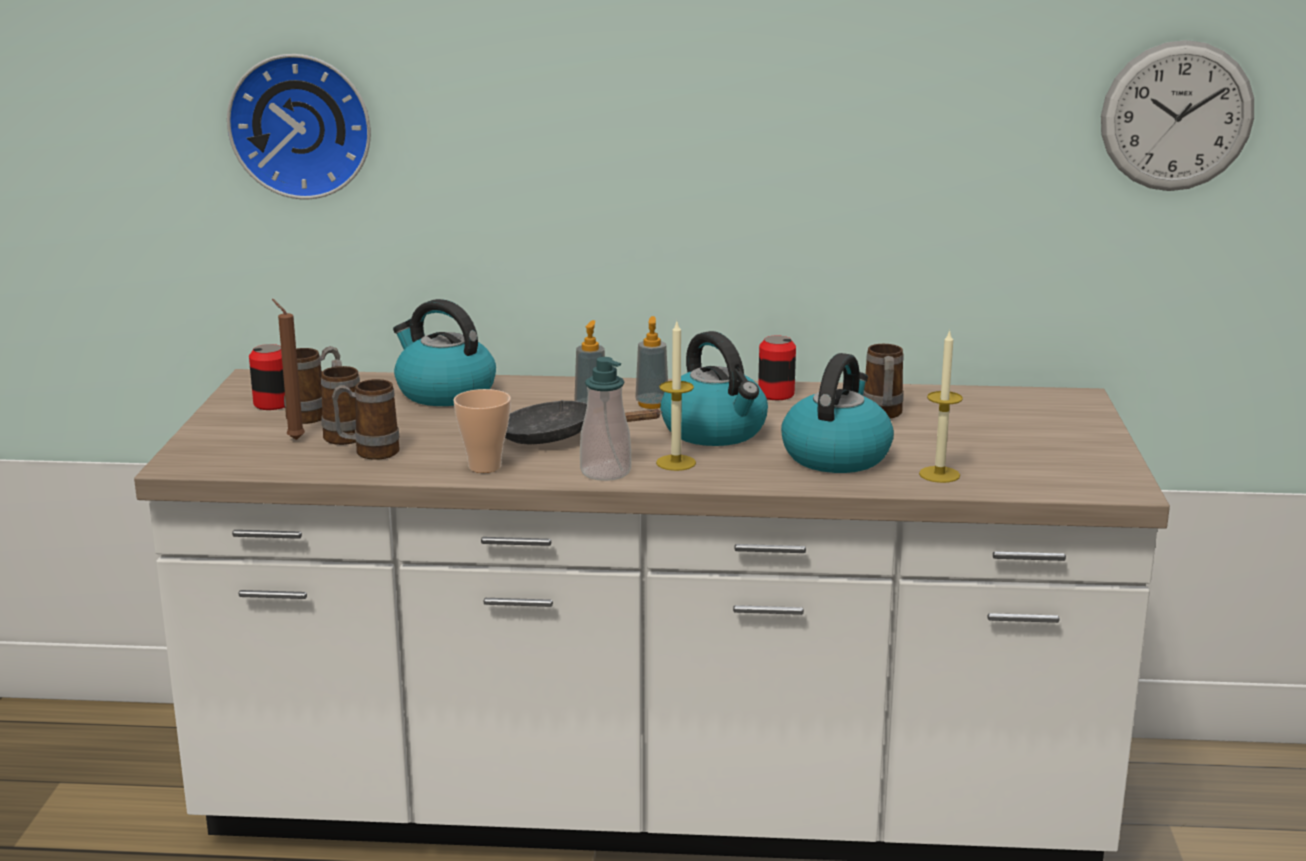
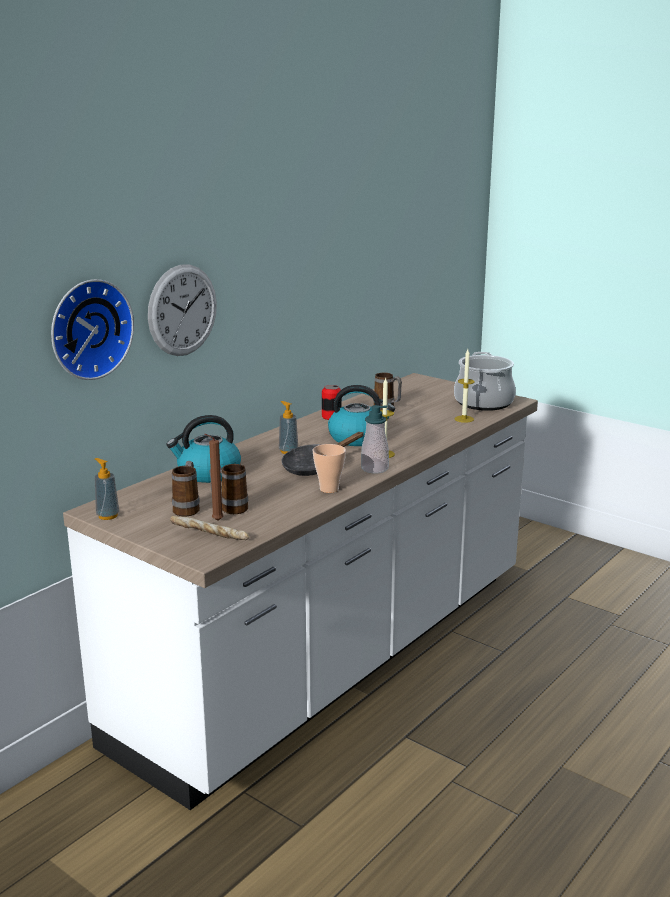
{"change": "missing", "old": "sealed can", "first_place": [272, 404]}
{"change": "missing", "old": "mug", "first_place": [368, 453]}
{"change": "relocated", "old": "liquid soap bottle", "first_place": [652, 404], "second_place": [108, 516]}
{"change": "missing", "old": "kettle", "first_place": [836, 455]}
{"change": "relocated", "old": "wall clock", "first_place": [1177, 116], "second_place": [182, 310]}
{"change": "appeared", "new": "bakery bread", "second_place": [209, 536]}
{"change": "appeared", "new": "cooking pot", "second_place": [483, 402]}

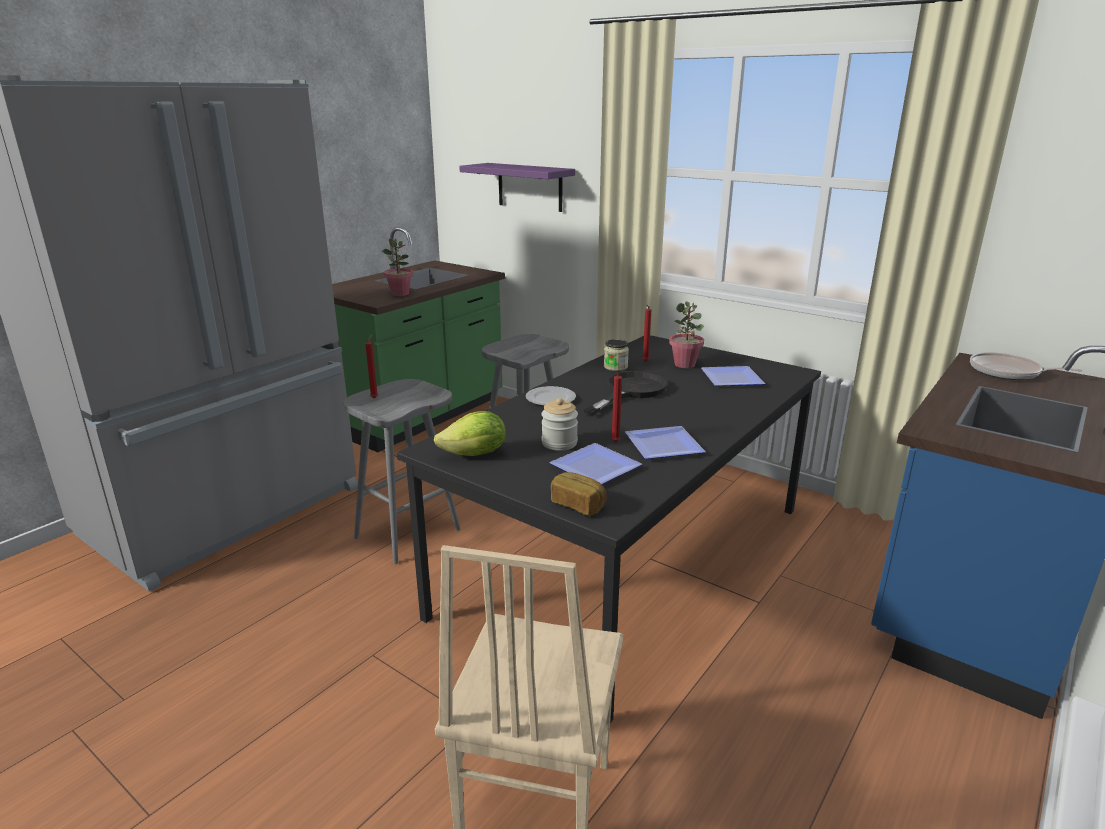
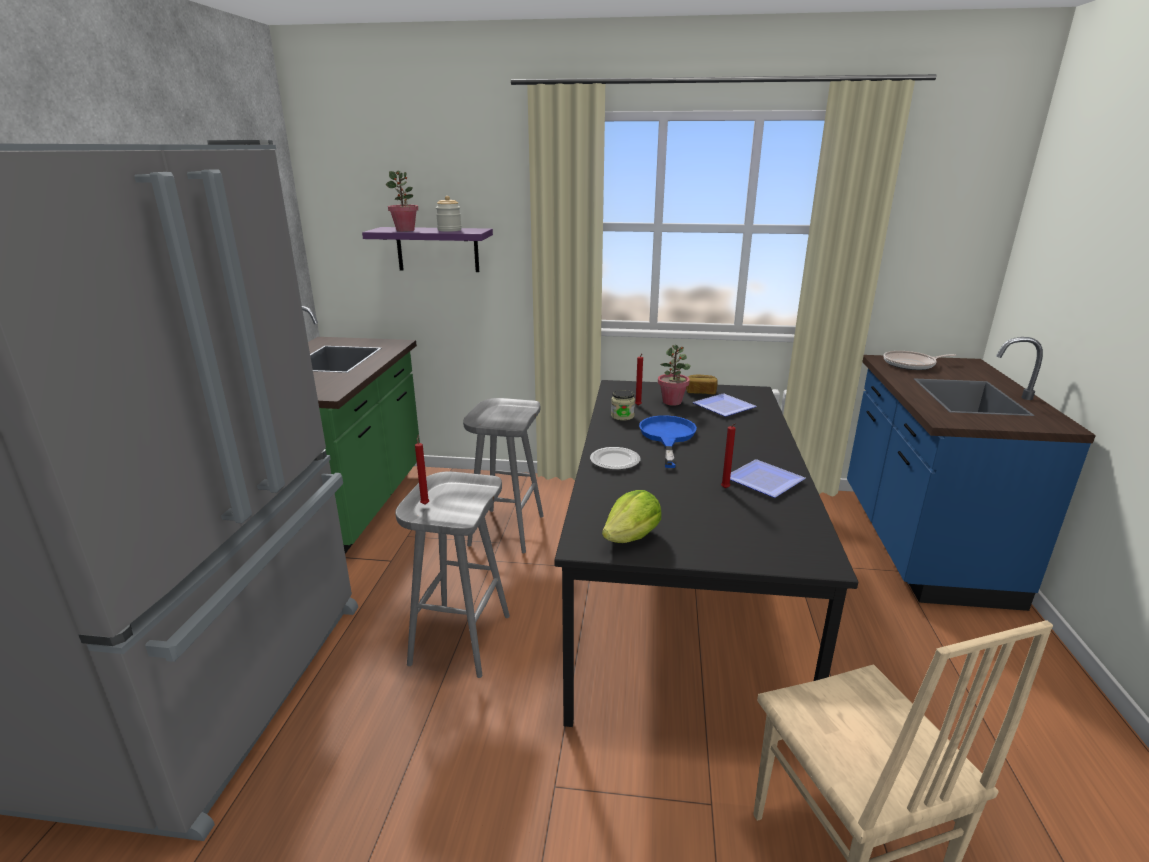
{"change": "relocated", "old": "potted plant", "first_place": [400, 294], "second_place": [405, 230]}
{"change": "relocated", "old": "preserve jar", "first_place": [559, 443], "second_place": [449, 230]}
{"change": "missing", "old": "flat dish", "first_place": [595, 466]}
{"change": "relocated", "old": "bakery bread", "first_place": [578, 505], "second_place": [701, 392]}
{"change": "colour", "old": "black skillet", "new": "blue skillet", "first_place": [630, 391], "second_place": [667, 437]}

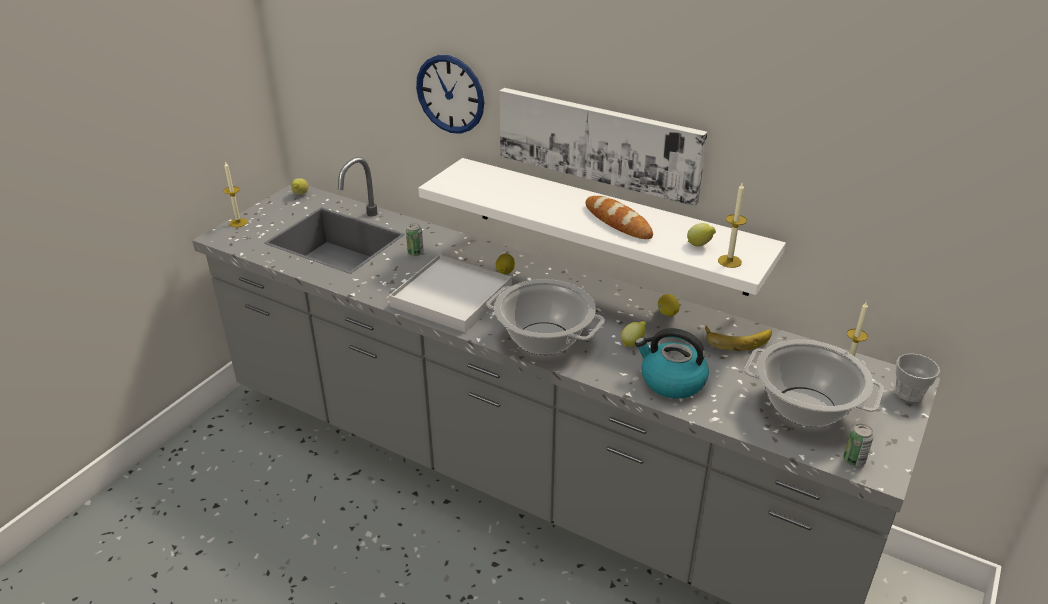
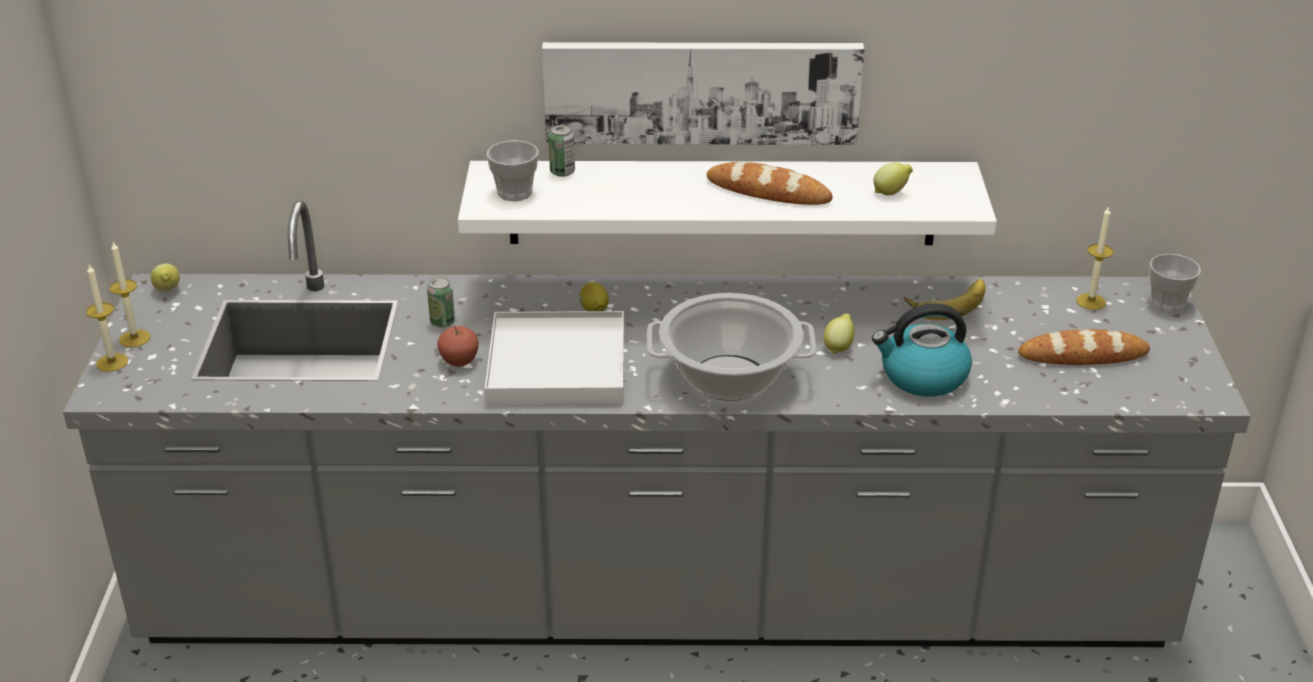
{"change": "missing", "old": "wall clock", "first_place": [450, 94]}
{"change": "missing", "old": "citrus fruit", "first_place": [667, 314]}
{"change": "relocated", "old": "candle", "first_place": [729, 261], "second_place": [134, 338]}
{"change": "exchanged", "old": "cooking pot", "new": "bakery bread", "first_place": [805, 407], "second_place": [1083, 355]}
{"change": "relocated", "old": "sealed can", "first_place": [854, 460], "second_place": [562, 172]}
{"change": "appeared", "new": "whole apple", "second_place": [459, 361]}
{"change": "appeared", "new": "small cup", "second_place": [514, 192]}

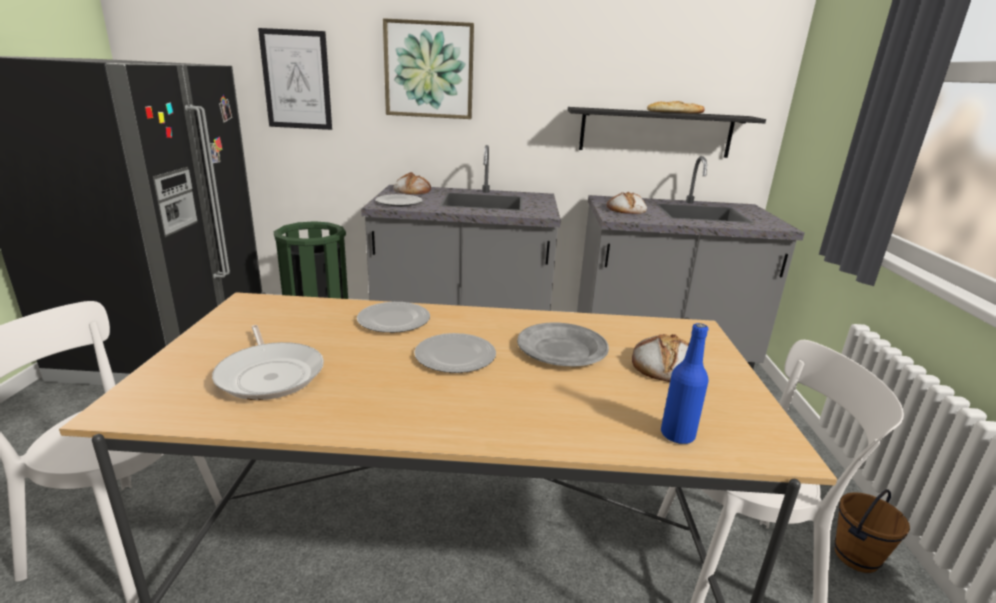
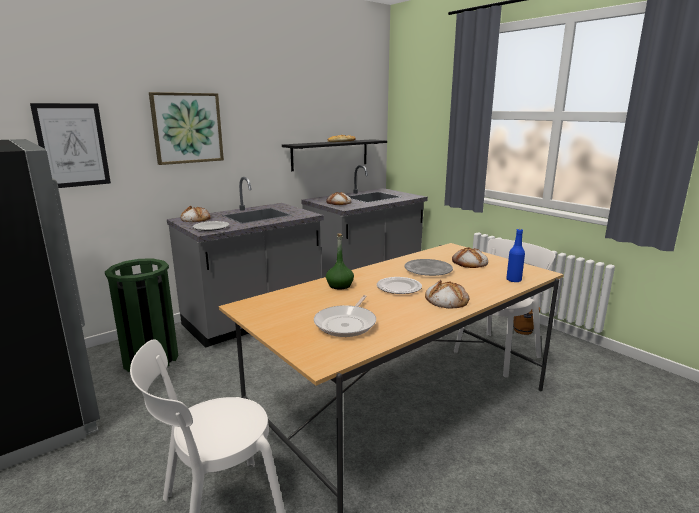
{"change": "spun", "old": "skillet", "first_place": [270, 374], "second_place": [347, 324], "degrees": 90}
{"change": "exchanged", "old": "flat dish", "new": "green bottle", "first_place": [394, 320], "second_place": [340, 285]}
{"change": "appeared", "new": "bakery bread", "second_place": [446, 300]}

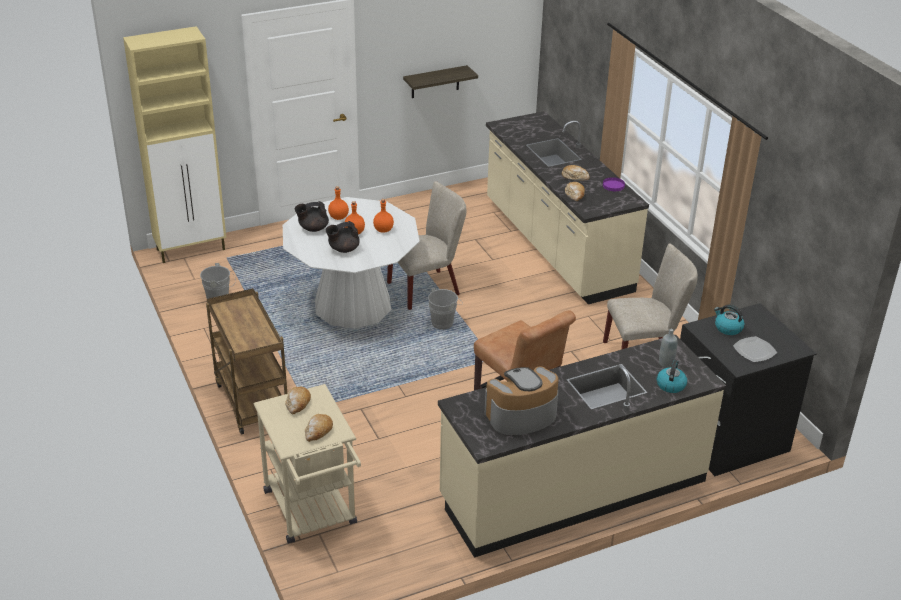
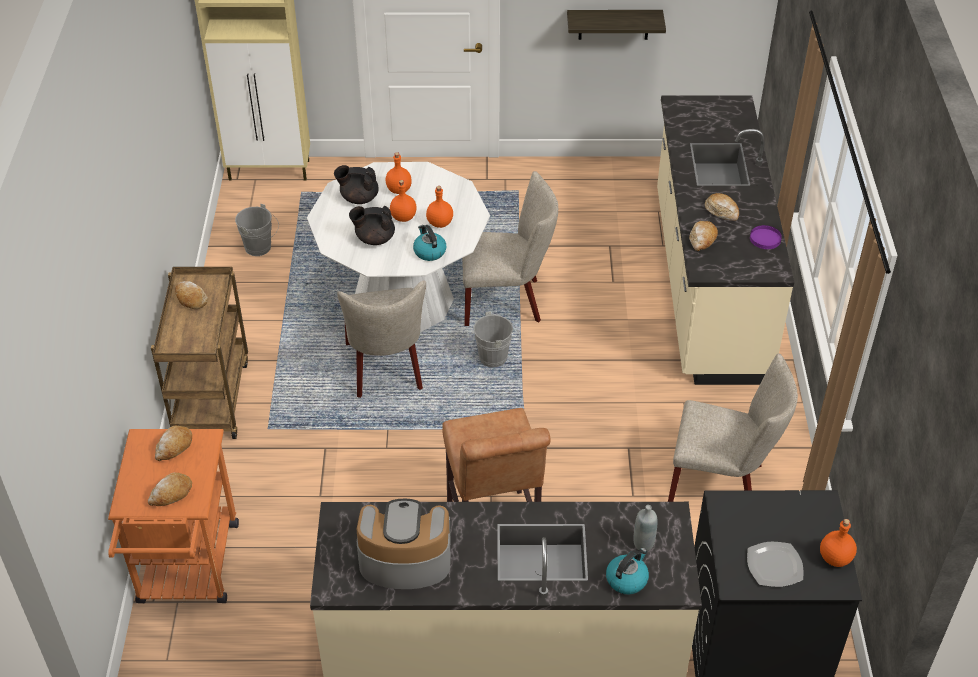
{"change": "colour", "old": "beige wheeled cart", "new": "orange-coloured wheeled cart", "first_place": [313, 513], "second_place": [187, 572]}
{"change": "relocated", "old": "kettle", "first_place": [727, 328], "second_place": [429, 251]}
{"change": "appeared", "new": "bakery bread", "second_place": [191, 299]}
{"change": "appeared", "new": "beige chair", "second_place": [386, 370]}
{"change": "appeared", "new": "orange-coloured bottle", "second_place": [835, 558]}

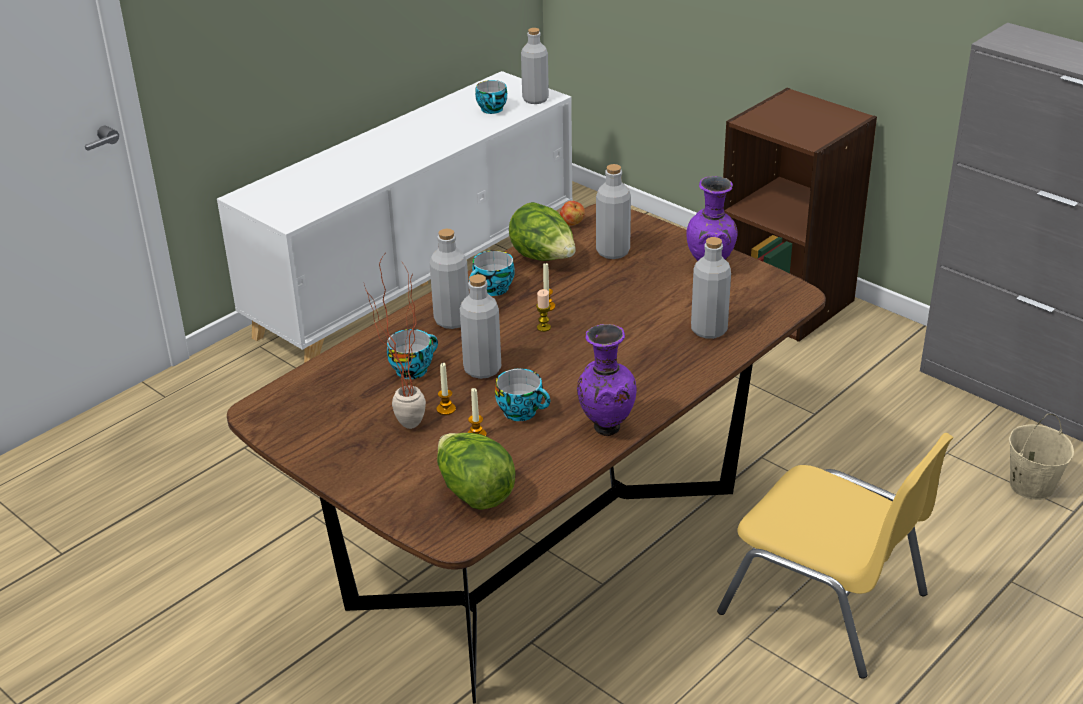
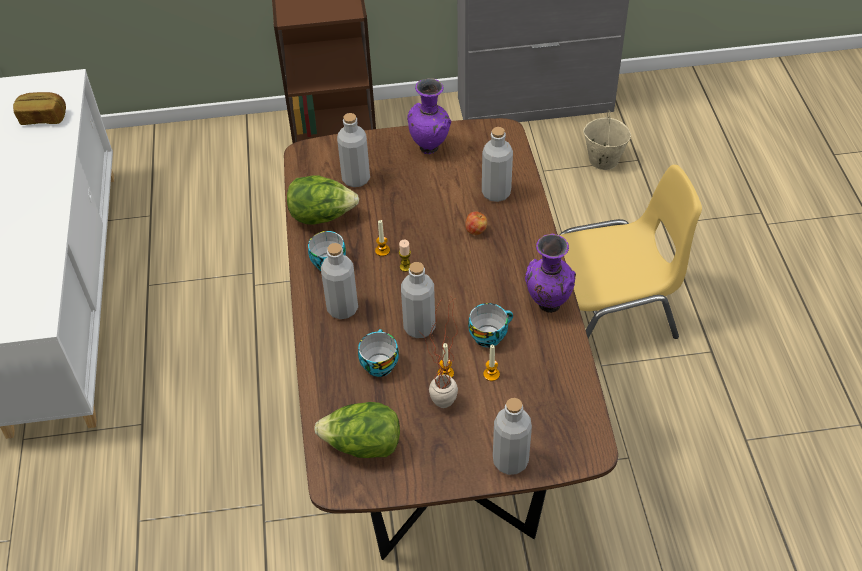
{"change": "relocated", "old": "lettuce", "first_place": [474, 492], "second_place": [362, 445]}
{"change": "exchanged", "old": "small cup", "new": "bakery bread", "first_place": [493, 110], "second_place": [43, 117]}
{"change": "relocated", "old": "greyish bottle", "first_place": [535, 99], "second_place": [510, 461]}
{"change": "relocated", "old": "whole apple", "first_place": [572, 224], "second_place": [476, 230]}

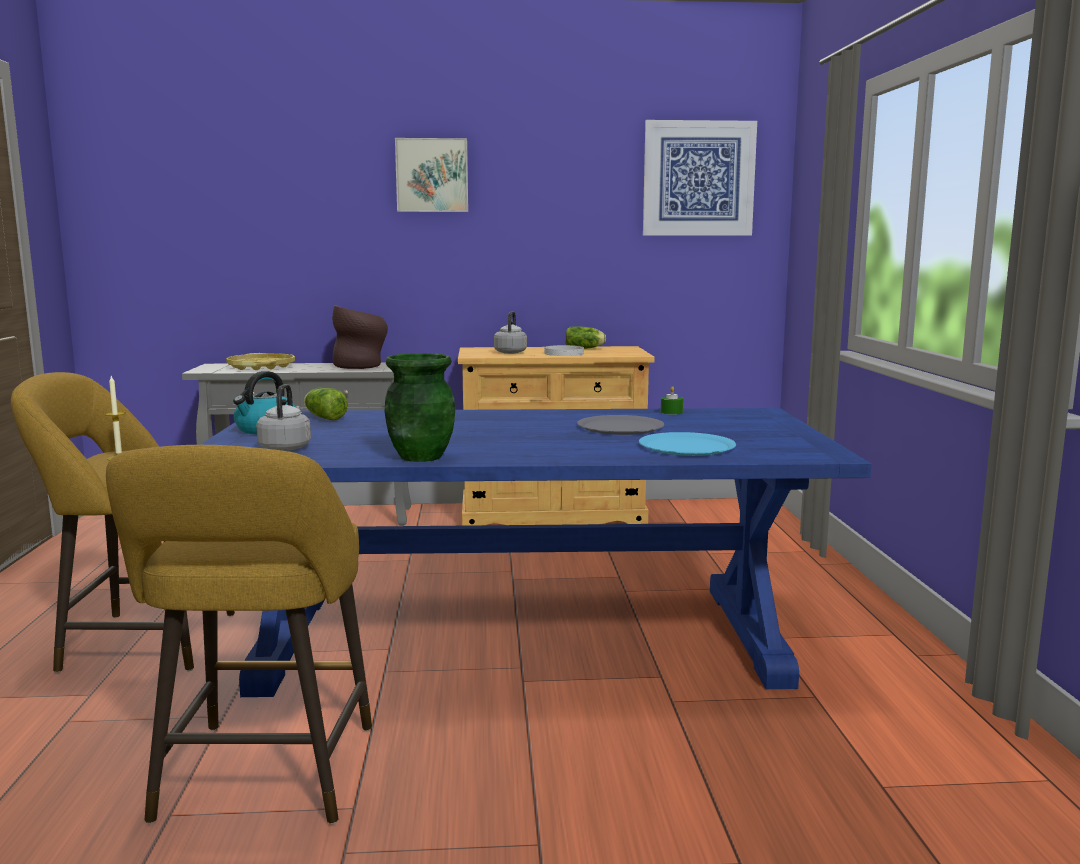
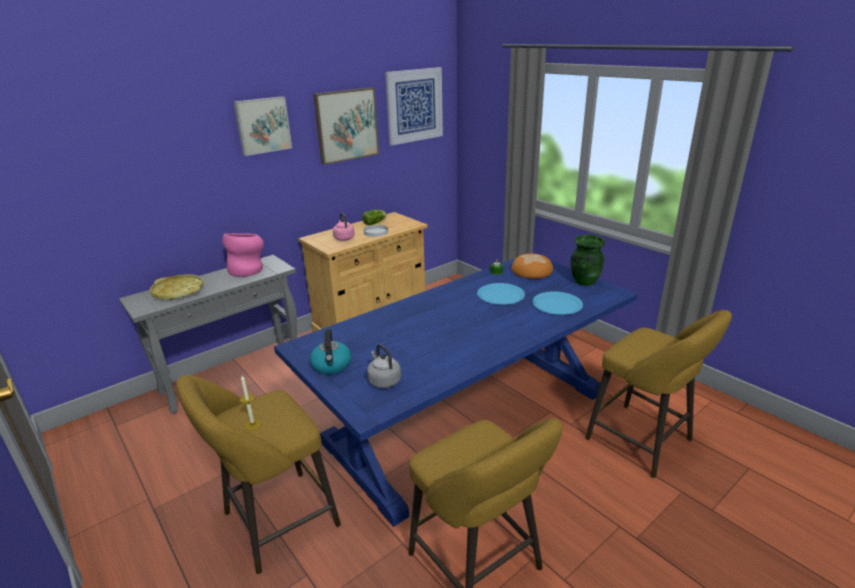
{"change": "missing", "old": "lettuce", "first_place": [324, 417]}
{"change": "colour", "old": "brown-coloured vase", "new": "pink vase", "first_place": [362, 366], "second_place": [248, 270]}
{"change": "relocated", "old": "green vase", "first_place": [421, 457], "second_place": [584, 281]}
{"change": "colour", "old": "greyish kettle", "new": "pink kettle", "first_place": [511, 352], "second_place": [344, 238]}
{"change": "colour", "old": "greyish flat dish", "new": "blue flat dish", "first_place": [620, 427], "second_place": [500, 295]}
{"change": "appeared", "new": "wall art", "second_place": [346, 125]}
{"change": "appeared", "new": "bakery bread", "second_place": [531, 270]}
{"change": "appeared", "new": "yellow stool seat", "second_place": [644, 442]}

